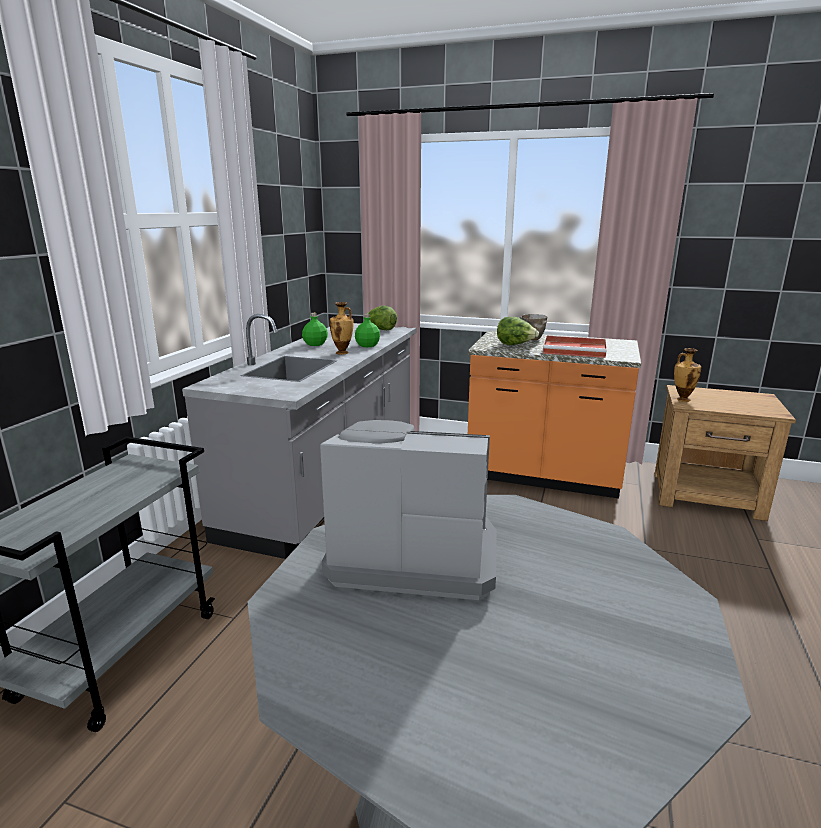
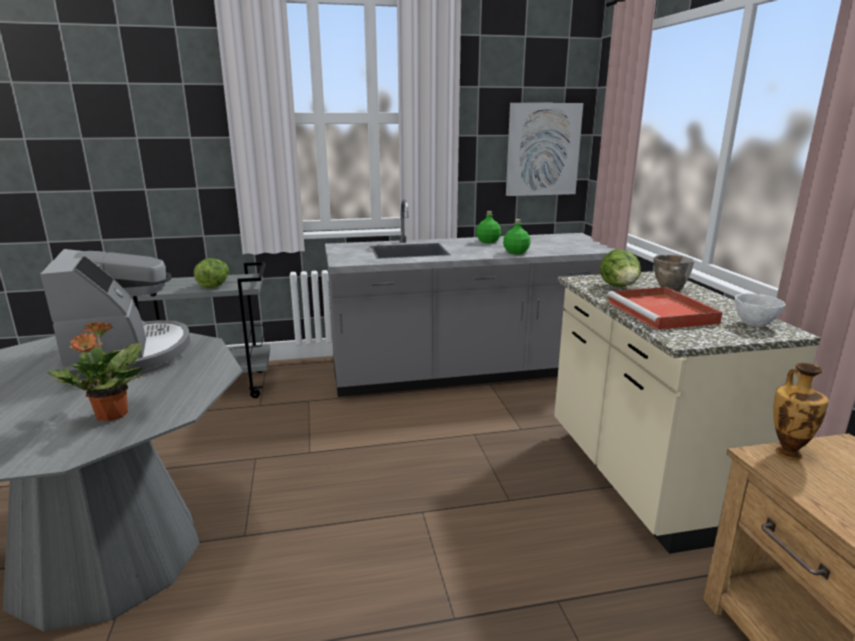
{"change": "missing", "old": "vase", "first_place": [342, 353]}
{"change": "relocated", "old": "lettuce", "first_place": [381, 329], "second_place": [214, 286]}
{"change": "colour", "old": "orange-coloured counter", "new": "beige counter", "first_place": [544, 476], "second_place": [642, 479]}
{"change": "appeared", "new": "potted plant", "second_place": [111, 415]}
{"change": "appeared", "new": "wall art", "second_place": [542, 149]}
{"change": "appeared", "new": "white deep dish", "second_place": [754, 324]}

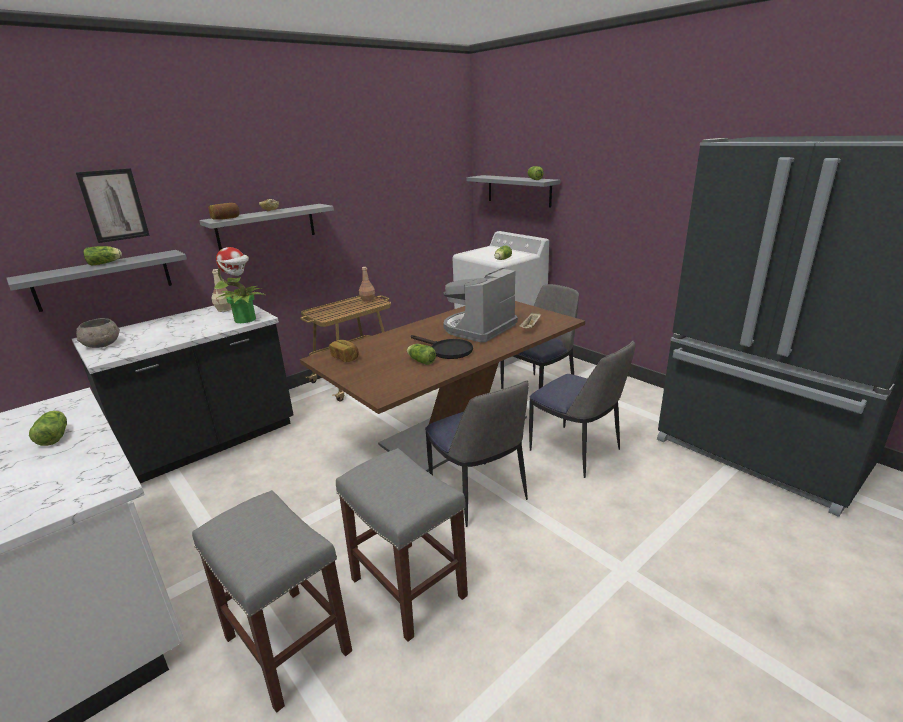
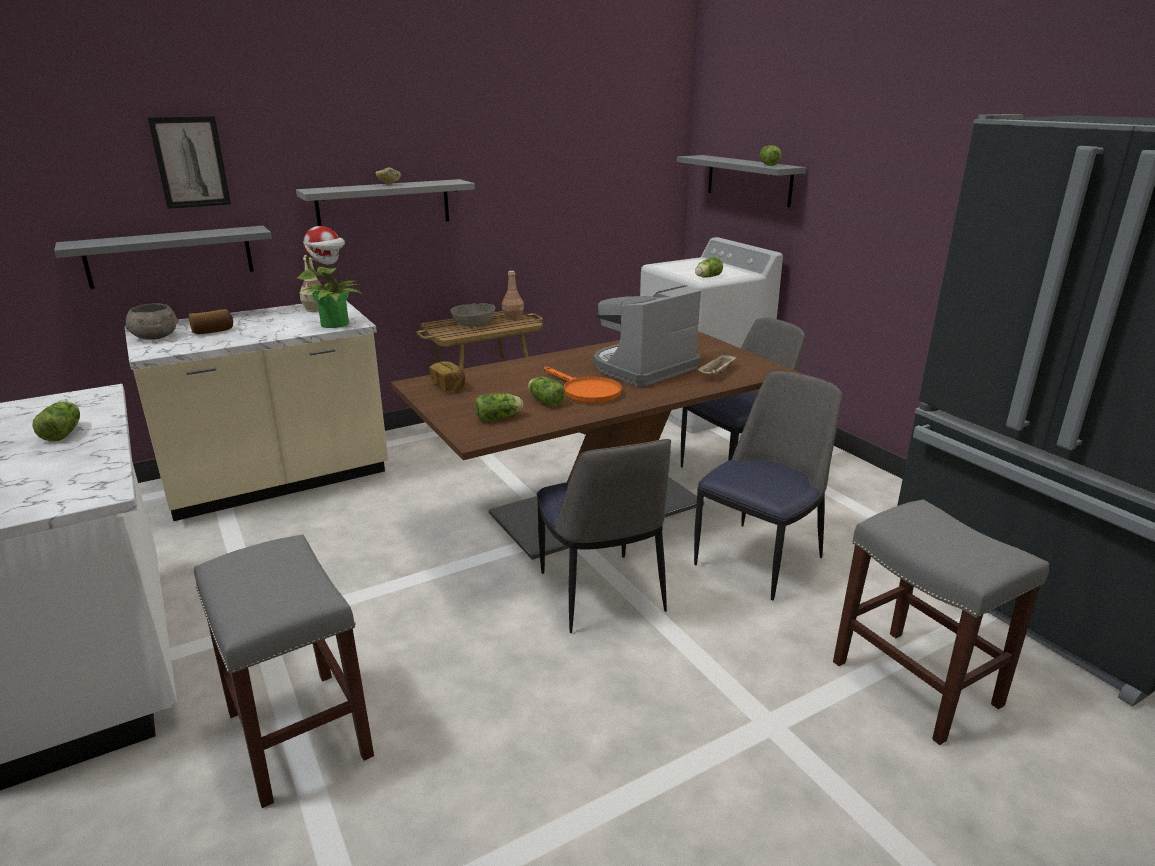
{"change": "colour", "old": "black counter", "new": "beige counter", "first_place": [209, 441], "second_place": [278, 480]}
{"change": "relocated", "old": "lettuce", "first_place": [105, 263], "second_place": [500, 418]}
{"change": "relocated", "old": "bakery bread", "first_place": [226, 218], "second_place": [213, 331]}
{"change": "relocated", "old": "greyish stool seat", "first_place": [406, 587], "second_place": [913, 682]}
{"change": "colour", "old": "black skillet", "new": "orange-coloured skillet", "first_place": [446, 350], "second_place": [586, 391]}
{"change": "spun", "old": "chair", "first_place": [576, 451], "second_place": [760, 559], "degrees": -105}
{"change": "appeared", "new": "greyish deep dish", "second_place": [473, 323]}

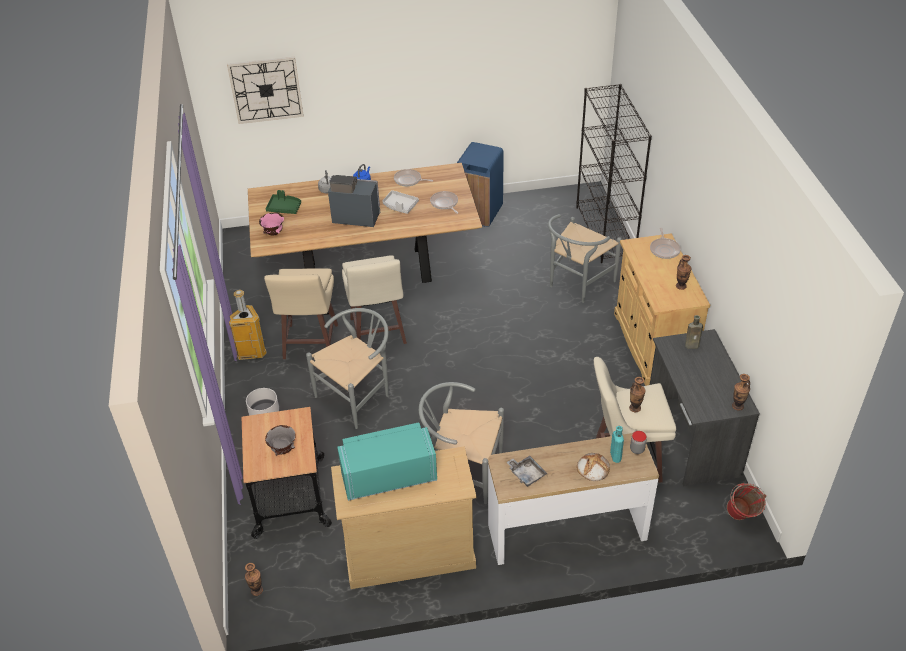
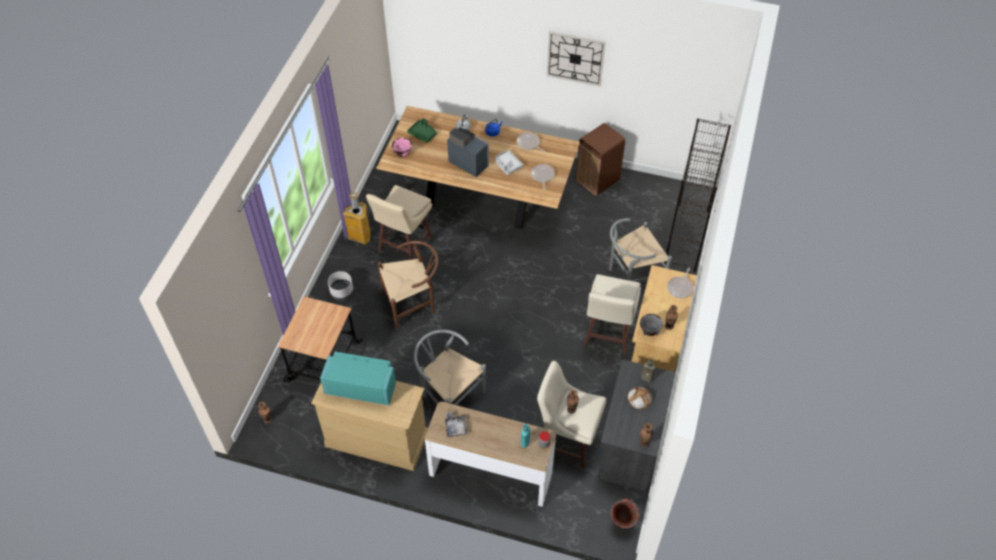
{"change": "relocated", "old": "wall clock", "first_place": [266, 90], "second_place": [575, 58]}
{"change": "relocated", "old": "greyish deep dish", "first_place": [283, 450], "second_place": [649, 332]}
{"change": "colour", "old": "greyish chair", "new": "brown-coloured chair", "first_place": [358, 395], "second_place": [413, 303]}
{"change": "relocated", "old": "beige stool seat", "first_place": [377, 332], "second_place": [607, 334]}
{"change": "colour", "old": "blue rubbish bin", "new": "brown-coloured rubbish bin", "first_place": [480, 213], "second_place": [598, 180]}
{"change": "relocated", "old": "bakery bread", "first_place": [592, 468], "second_place": [639, 398]}

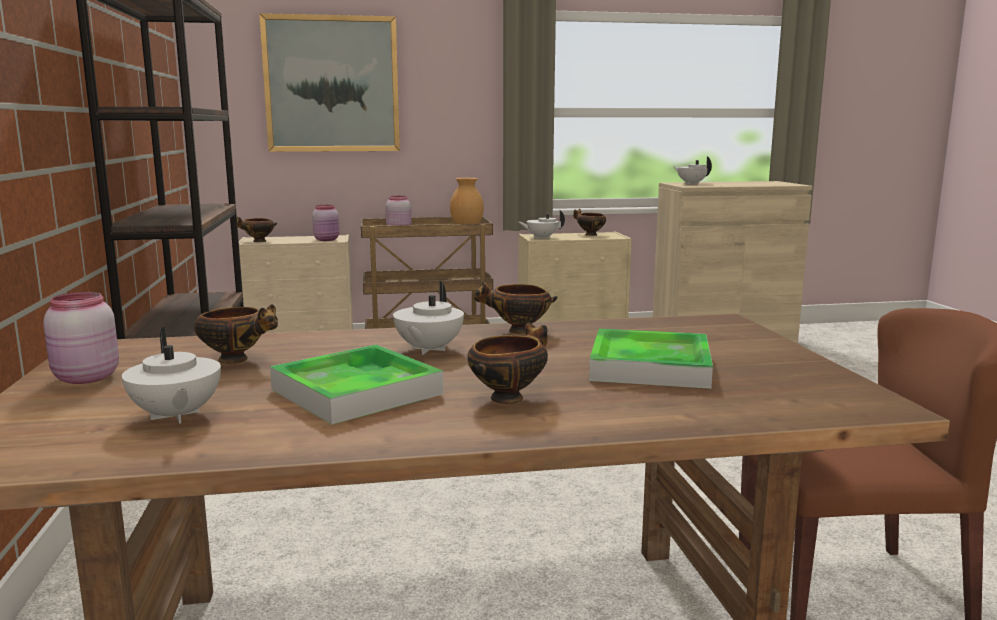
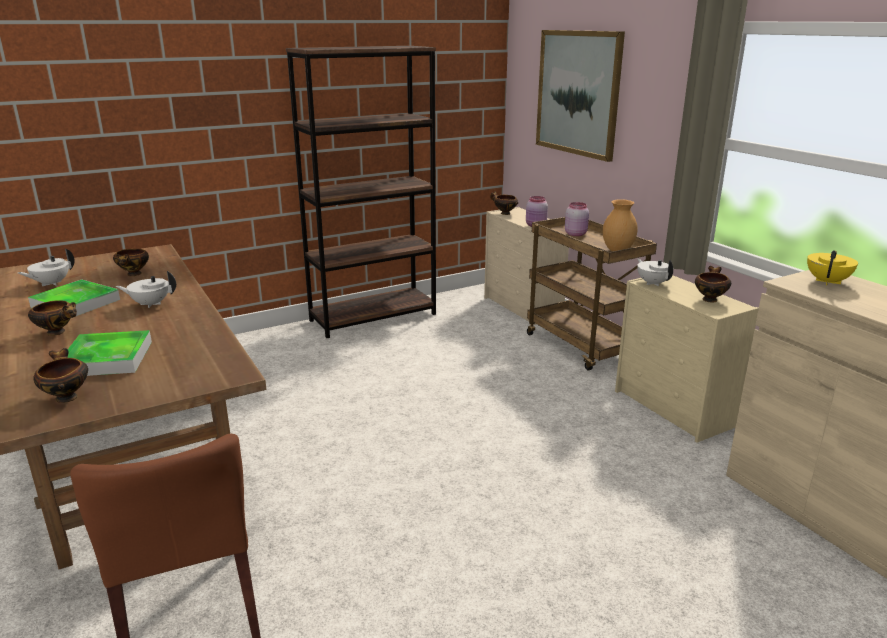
{"change": "missing", "old": "pink preserve jar", "first_place": [84, 378]}
{"change": "relocated", "old": "deep dish", "first_place": [518, 331], "second_place": [66, 397]}
{"change": "colour", "old": "white pot for tea", "new": "yellow pot for tea", "first_place": [691, 183], "second_place": [827, 281]}

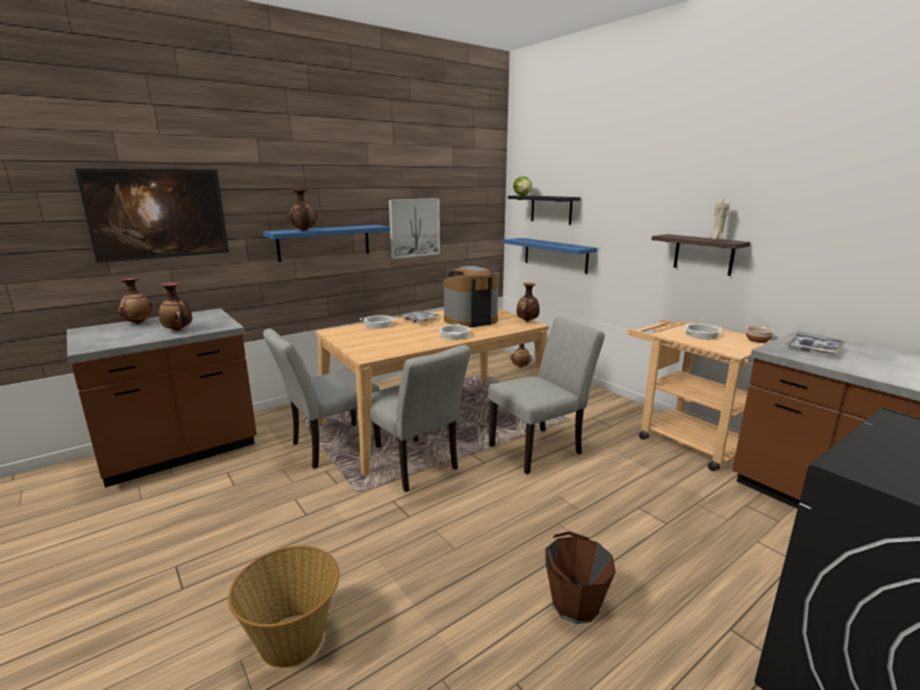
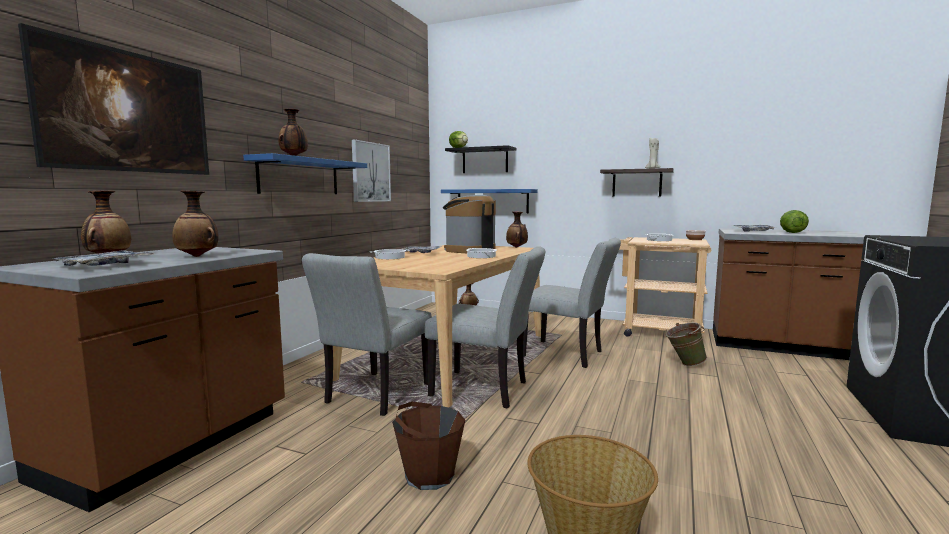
{"change": "spun", "old": "greyish chair", "first_place": [541, 448], "second_place": [568, 355], "degrees": 90}
{"change": "relocated", "old": "brown-coloured bucket", "first_place": [575, 604], "second_place": [429, 475]}
{"change": "appeared", "new": "serving tray", "second_place": [105, 265]}
{"change": "appeared", "new": "green bucket", "second_place": [684, 364]}
{"change": "appeared", "new": "lettuce", "second_place": [792, 232]}

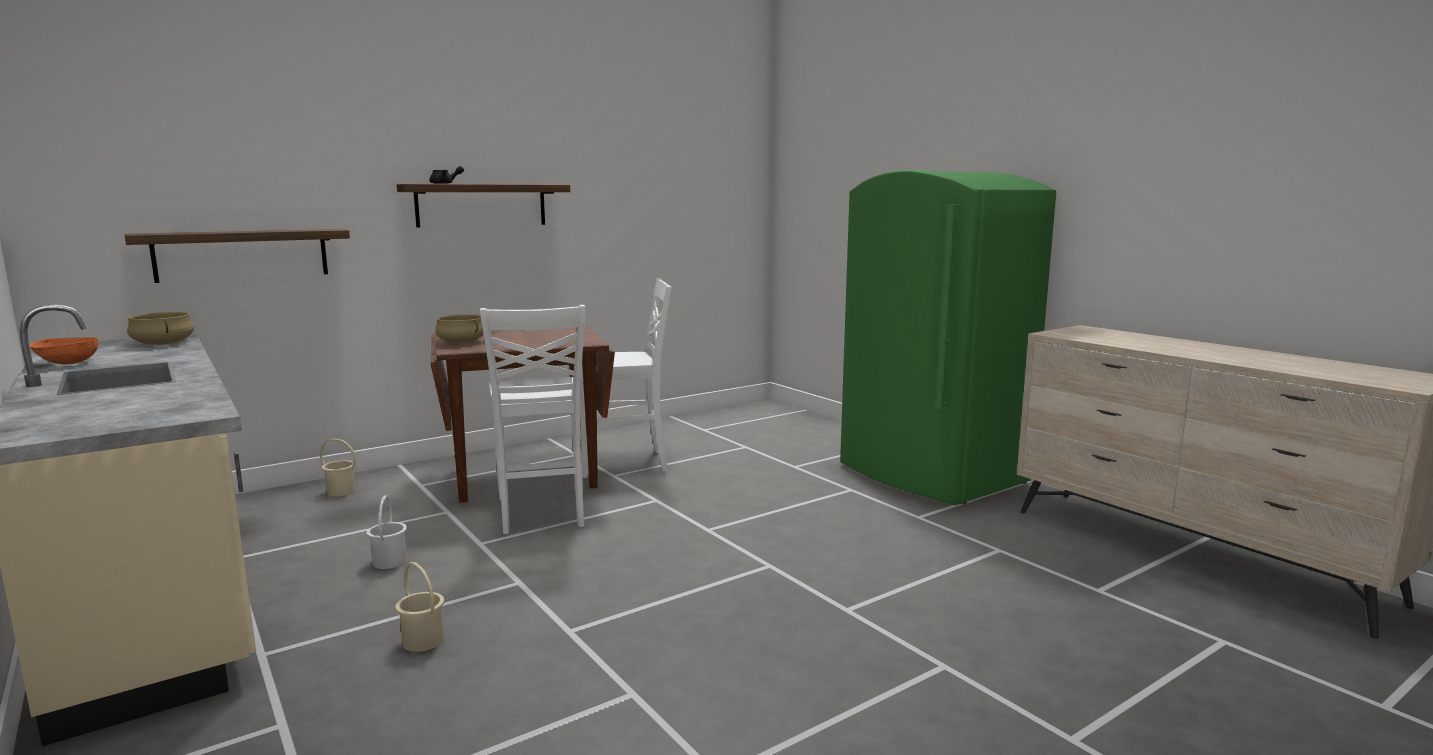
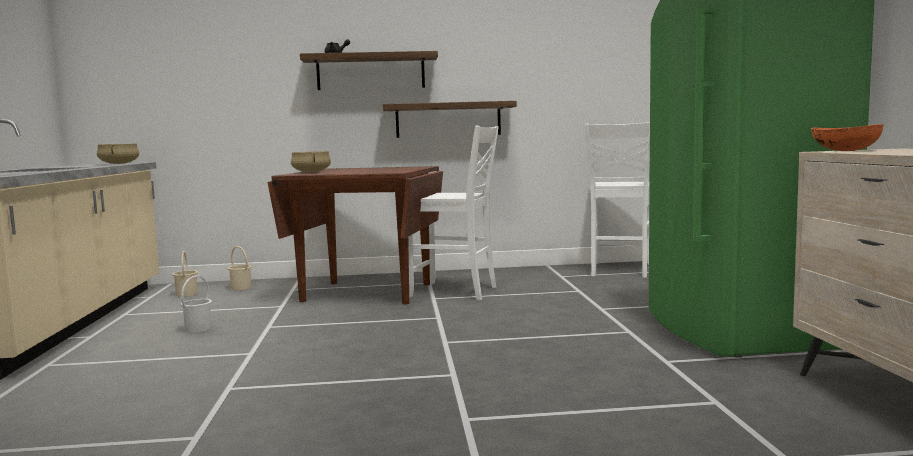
{"change": "relocated", "old": "orange-coloured deep dish", "first_place": [67, 363], "second_place": [844, 151]}
{"change": "relocated", "old": "wall shelf", "first_place": [242, 254], "second_place": [448, 120]}
{"change": "relocated", "old": "beige bucket", "first_place": [422, 641], "second_place": [186, 294]}
{"change": "relocated", "old": "white chair", "first_place": [541, 512], "second_place": [619, 270]}

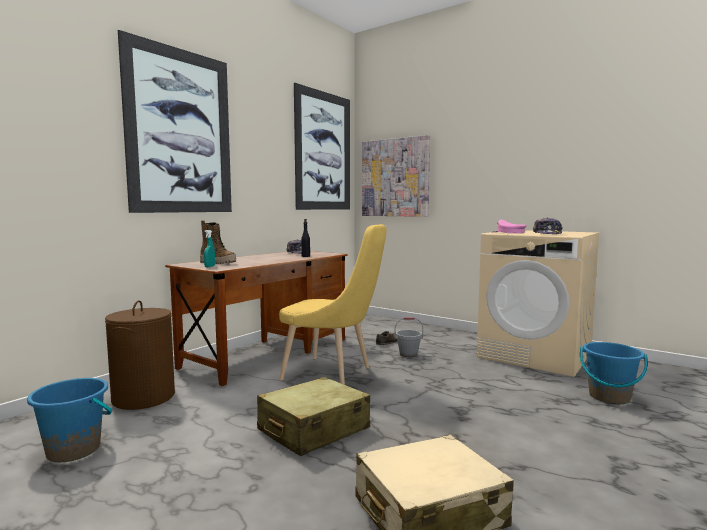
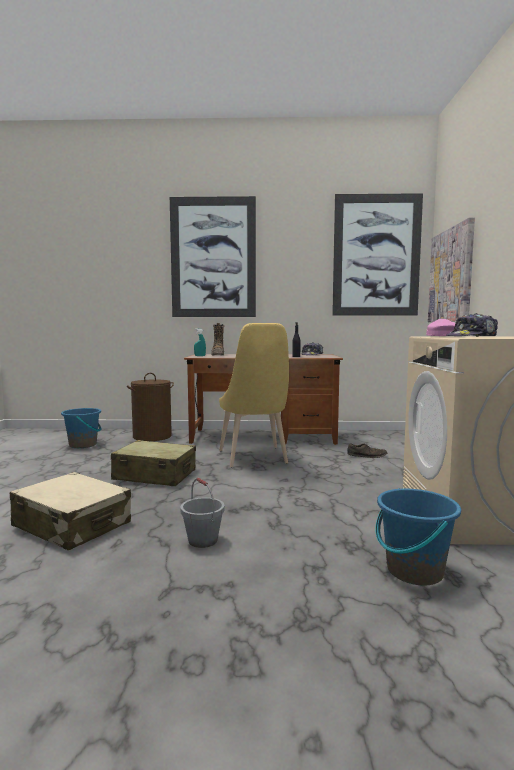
{"change": "relocated", "old": "greyish bucket", "first_place": [408, 354], "second_place": [203, 540]}

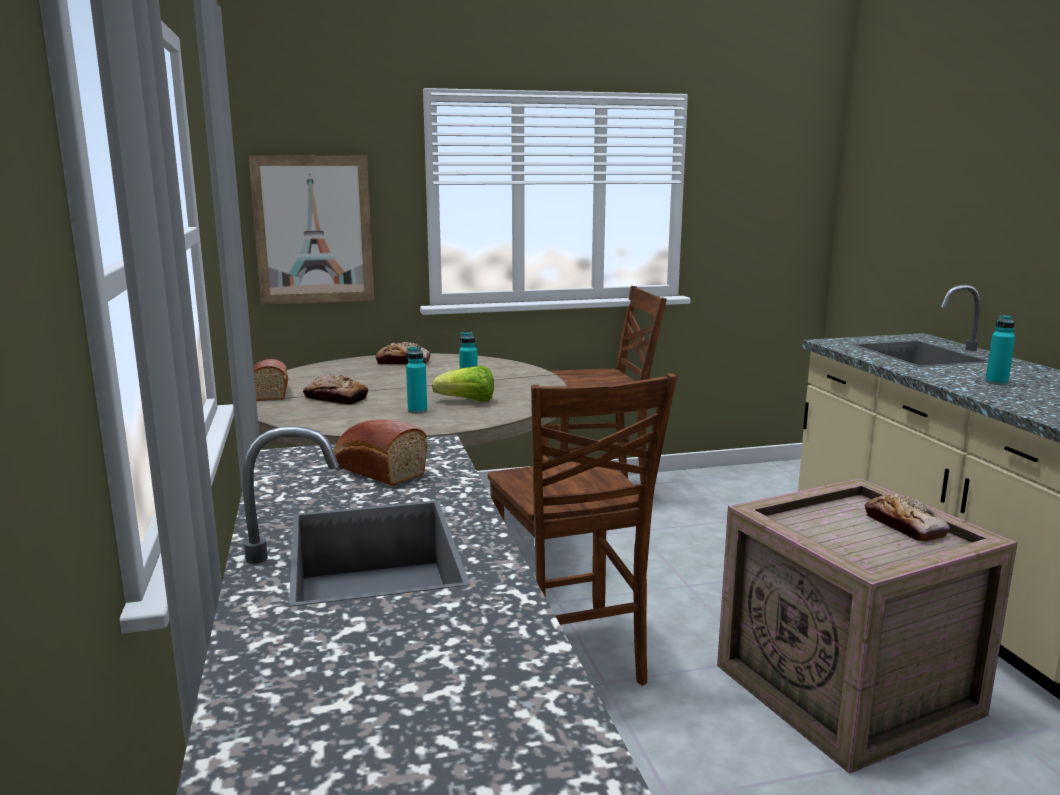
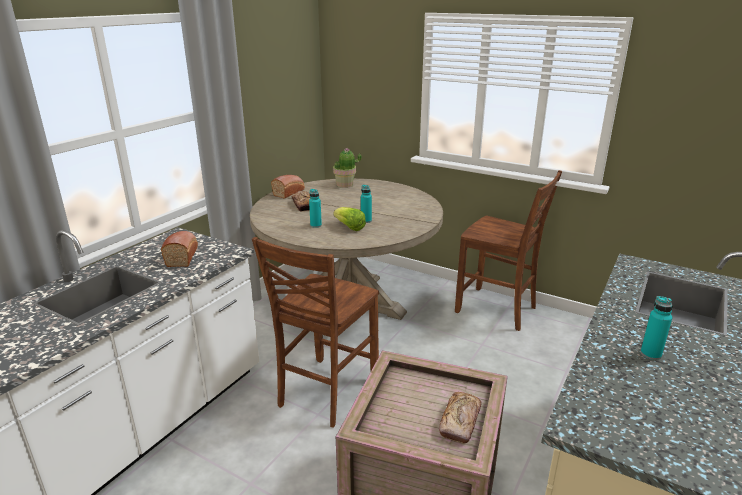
{"change": "missing", "old": "wall art", "first_place": [313, 230]}
{"change": "missing", "old": "bakery bread", "first_place": [403, 362]}
{"change": "appeared", "new": "potted plant", "second_place": [345, 185]}

